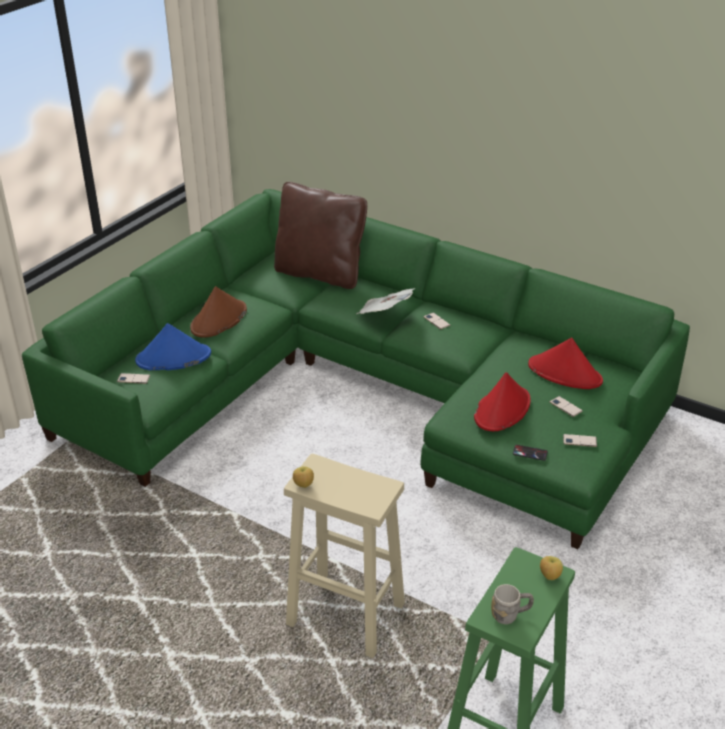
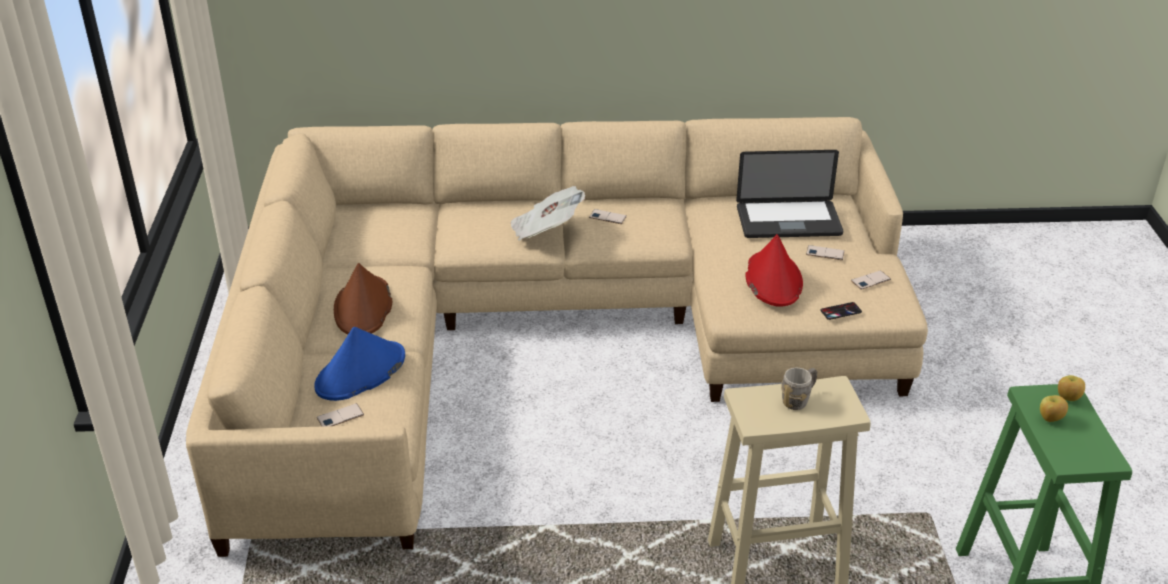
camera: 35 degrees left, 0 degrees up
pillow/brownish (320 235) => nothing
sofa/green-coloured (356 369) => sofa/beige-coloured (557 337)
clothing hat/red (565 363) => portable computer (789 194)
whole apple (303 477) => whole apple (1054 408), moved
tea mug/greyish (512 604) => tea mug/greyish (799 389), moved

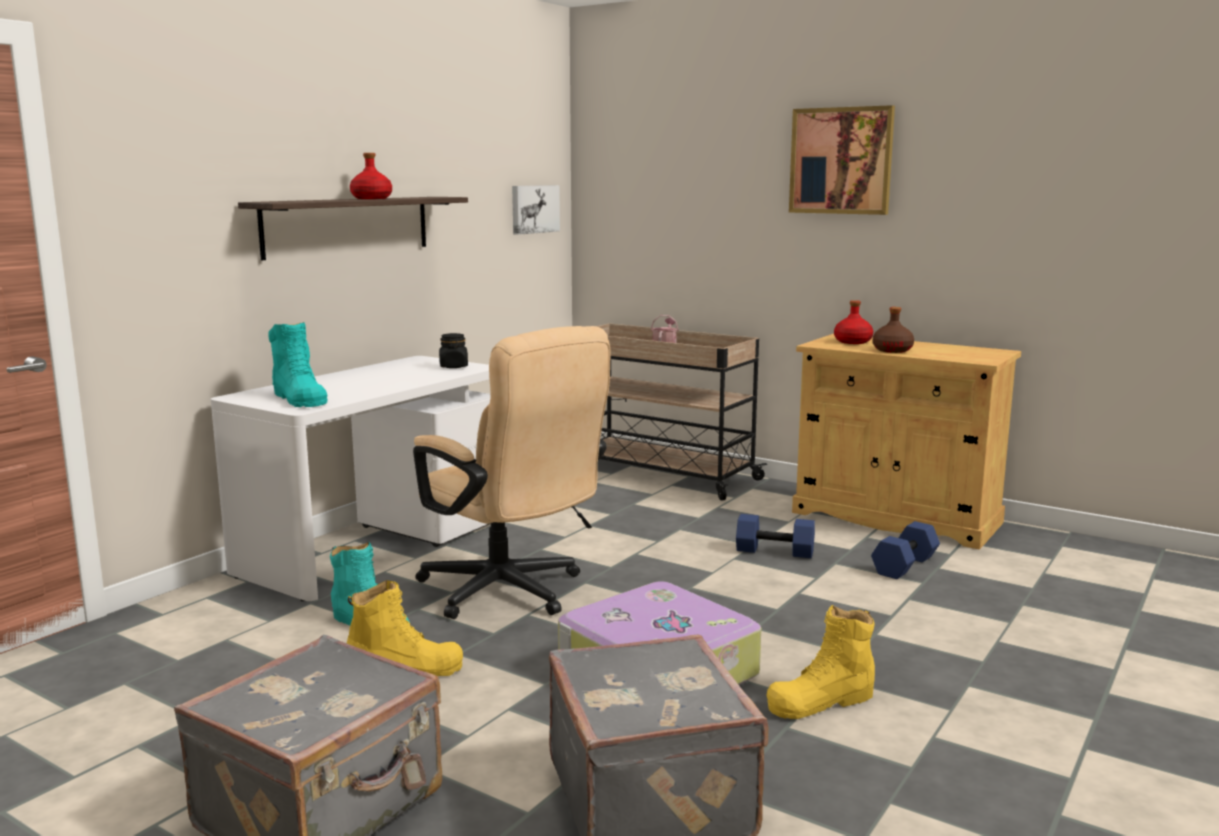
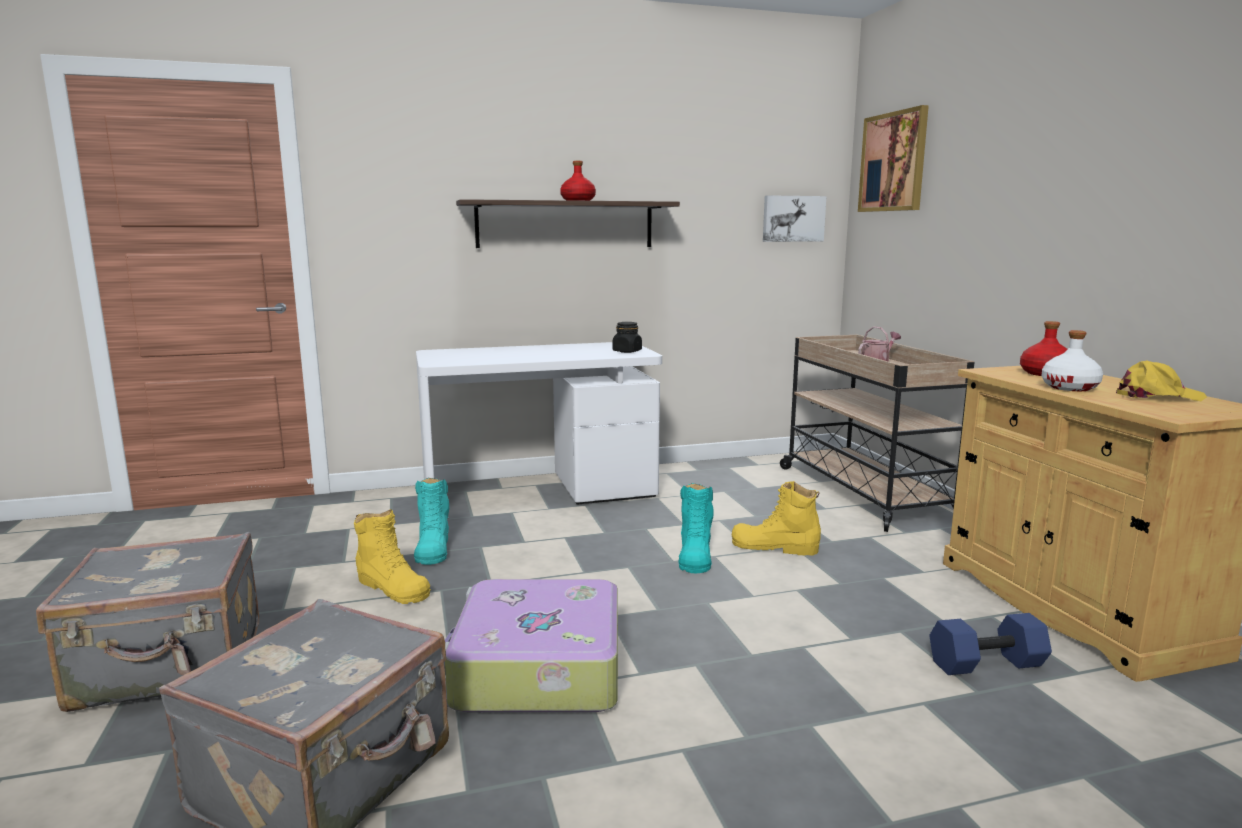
camera: 40 degrees right, 0 degrees up
picture (842 160) => picture (893 158), moved
drink bottle/brownish (893 330) => drink bottle/white-coloured (1072 360)
high-top boot/turquoise-coloured (297 364) => high-top boot/turquoise-coloured (696 528), moved
computer chair/beige-coloured (512 472) => nothing
hand weight/bluish (775 536) => nothing
high-top boot/yellowish (820 662) => high-top boot/yellowish (776 518), moved
nothing => cap/yellowish (1161 381)

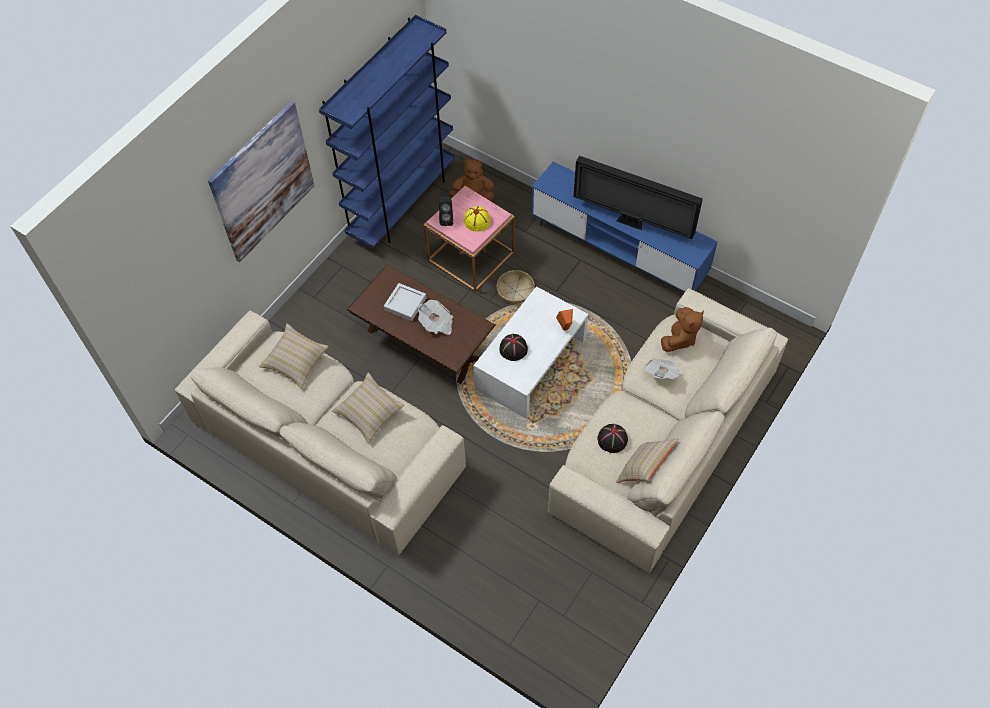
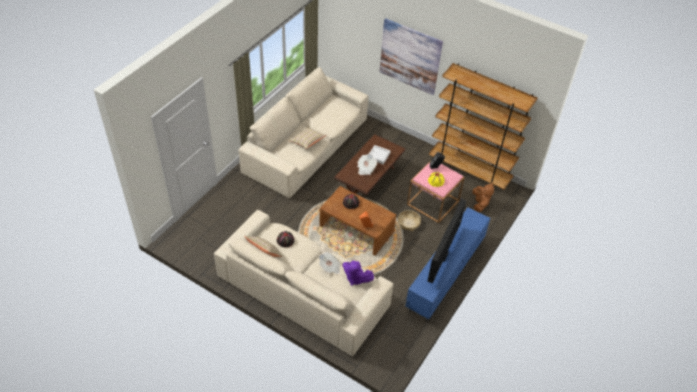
camera: 85 degrees right, 10 degrees down
shelving unit/bluish (387 131) => shelving unit/brownish (483 126)
low table/white-coloured (531 352) => low table/brownish (357 221)
cuddly toy/brownish (682 329) => cuddly toy/purplish (358 273)
pillow/beige-coloured (294 356) => nothing

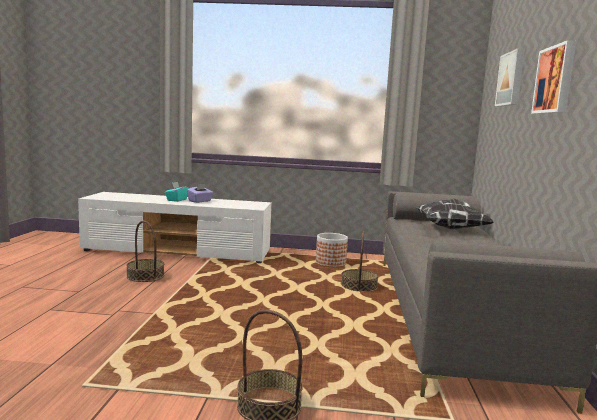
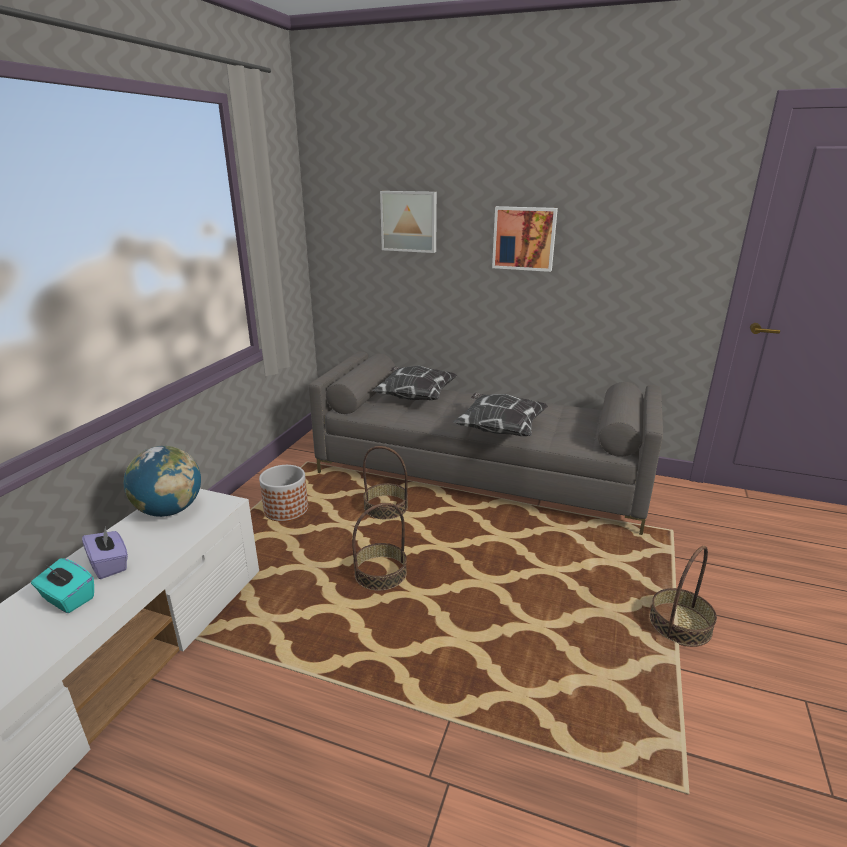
camera: 75 degrees left, 15 degrees up
basket (145 251) => basket (379 546), moved
nothing => pillow (500 414)
nothing => desk globe (162 481)

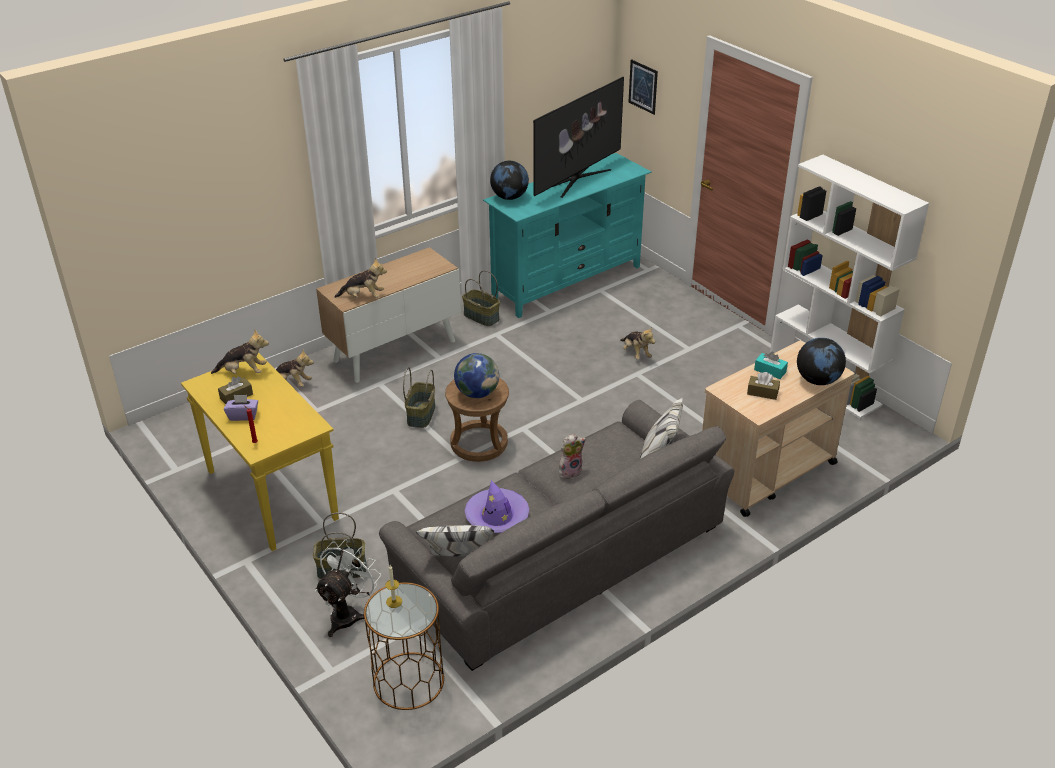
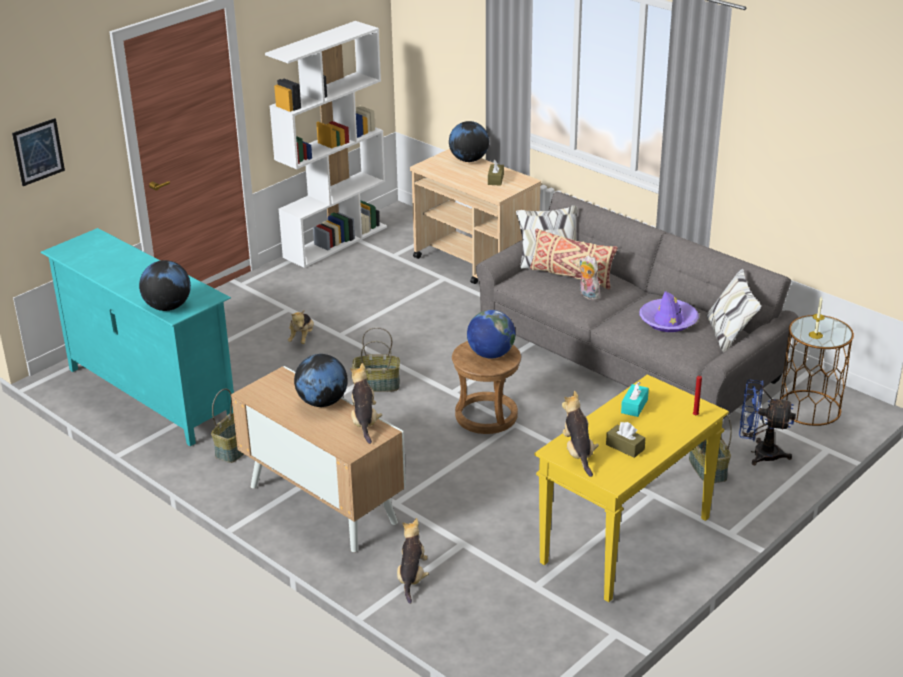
camera: 100 degrees left, 5 degrees down
TV set (578 137) => nothing
cuddly toy (637 343) => cuddly toy (301 327), 135 degrees clockwise
box of tissues/turquoise-coloured (771 365) => box of tissues/turquoise-coloured (635 399), moved
basket (419 397) => basket (376 359), moved
box of tissues/purplish (241 408) => nothing
fan/white-coloured (348 588) => fan/bluish (767 422)
nothing => pillow/beige-coloured (574 259)
nothing => desk globe (321 380)

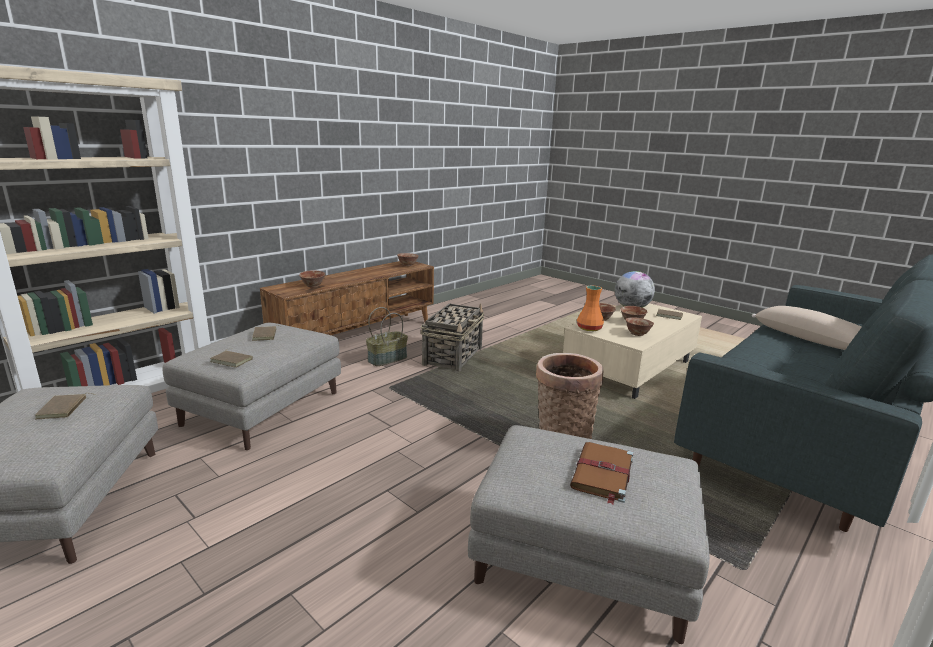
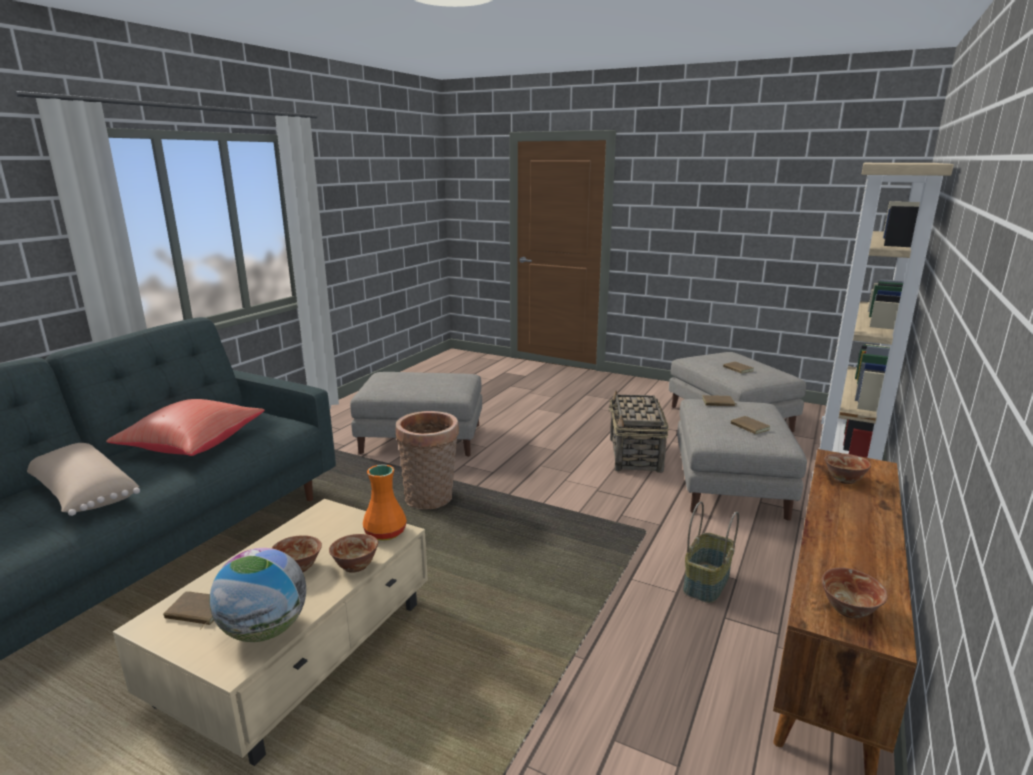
camera: 165 degrees right, 0 degrees up
basket (452 337) => basket (638 431), moved
deep dish (639 326) => nothing
bound book/brownish (602 473) => nothing
nothing => pillow/red (185 427)

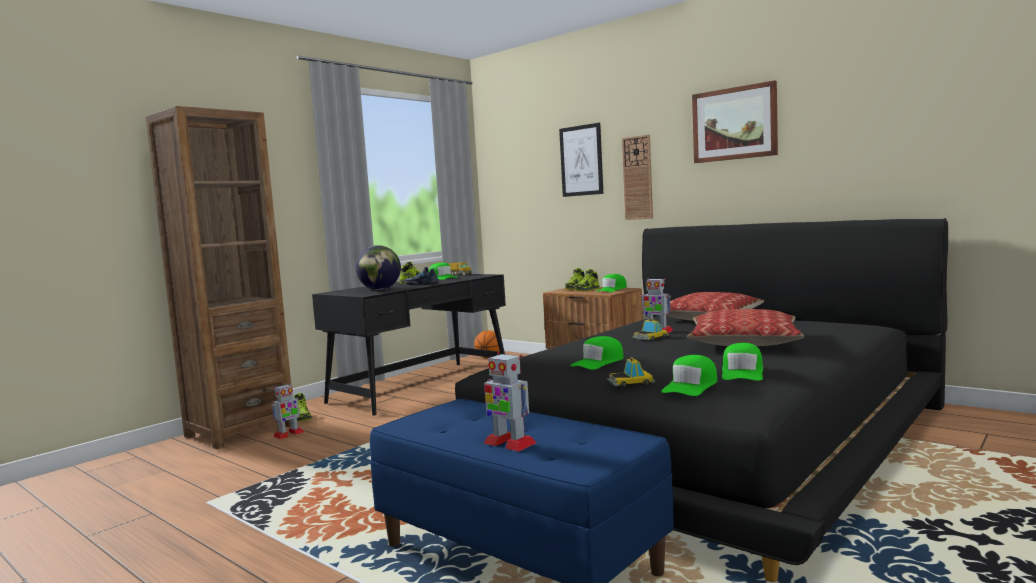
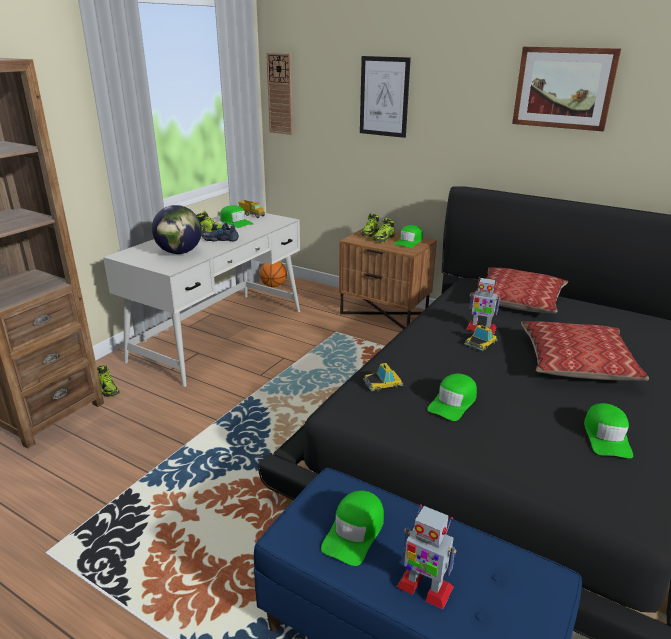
camera: 10 degrees left, 20 degrees up
wall clock (637 177) => wall clock (279 94), moved
desk unit/black-coloured (409 345) => desk unit/white-coloured (201 300)
cap/green-coloured (689 375) => cap/green-coloured (352 528), moved
miniature car (631 372) => miniature car (383 377), moved
robot figure (287 411) => nothing

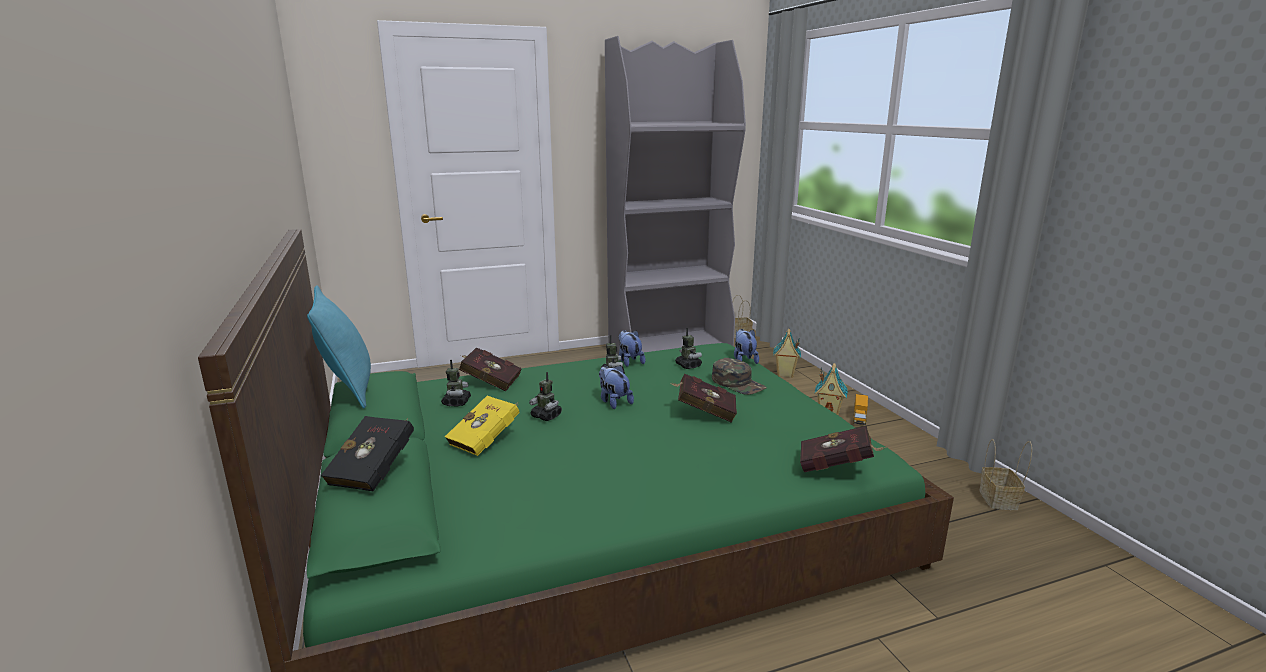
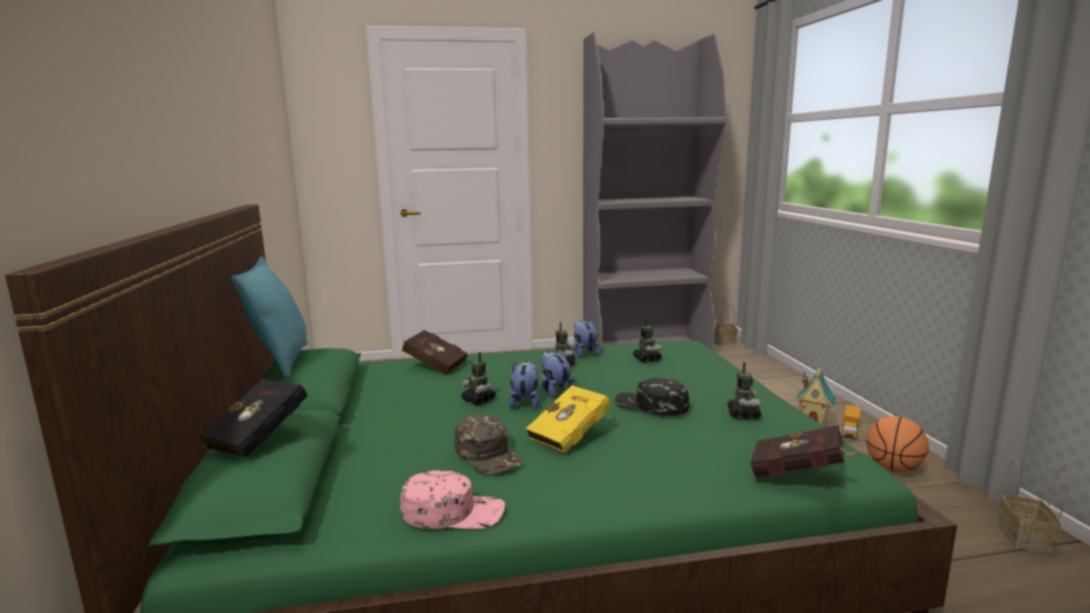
camera: 10 degrees right, 5 degrees down
cuddly toy (746 346) => cuddly toy (523 384), moved
model house (787 353) => nothing
cap/green-coloured (739 376) => cap/green-coloured (488 444), moved
robot figure (456 383) => robot figure (744 391), moved
bound book/red (703 398) => cap/black-coloured (652 397)
bound book/yellowish (482 426) => bound book/yellowish (568 419), moved
nothing => ball for basketball (897 444)
nothing => cap/pink-coloured (452 499)

